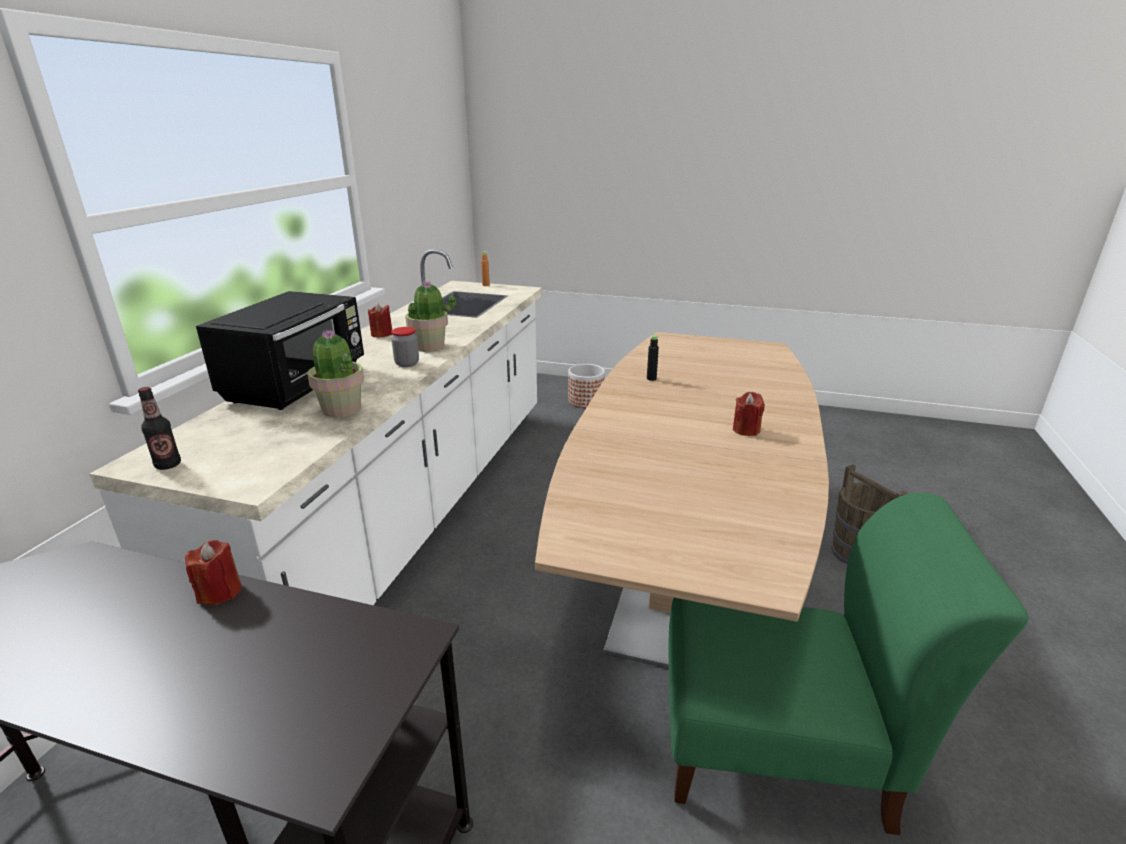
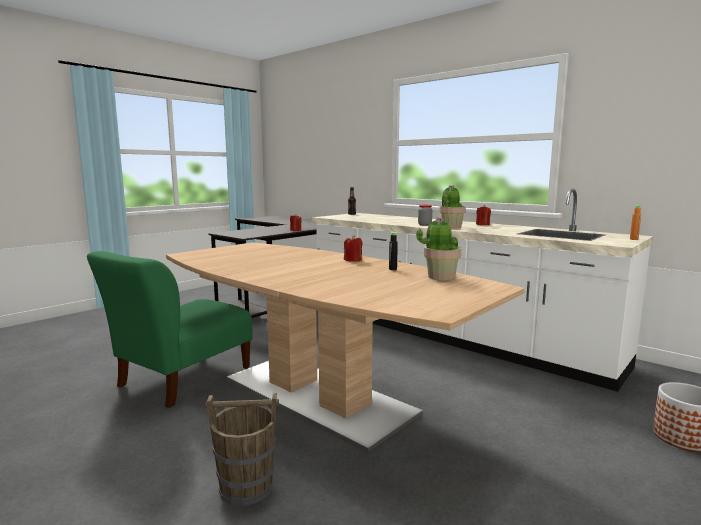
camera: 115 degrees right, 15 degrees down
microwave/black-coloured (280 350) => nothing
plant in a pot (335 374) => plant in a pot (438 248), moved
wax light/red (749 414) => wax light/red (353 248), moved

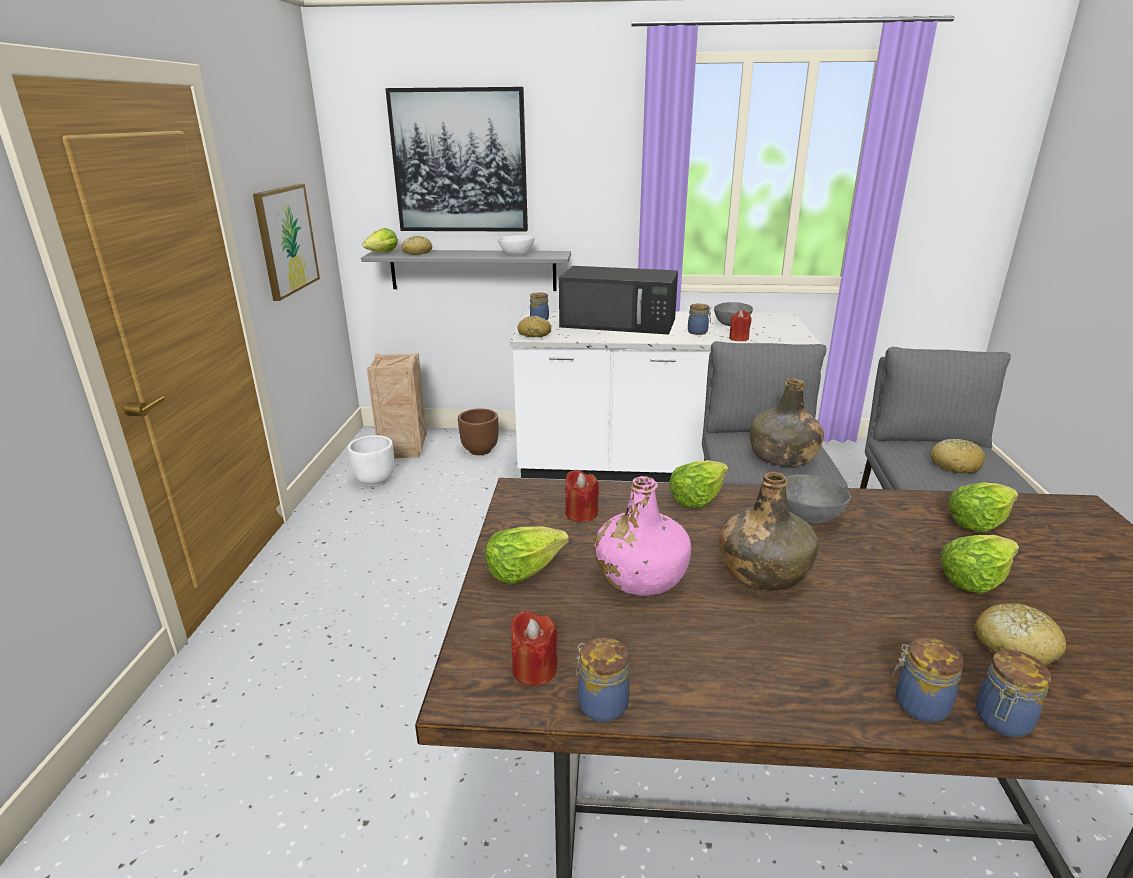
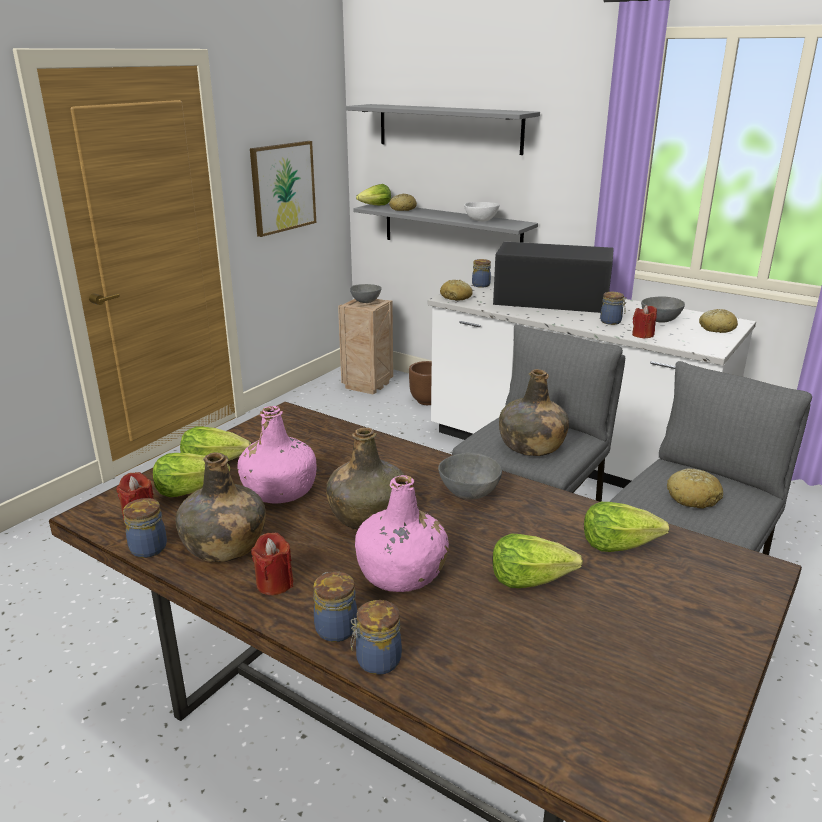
camera: 30 degrees right, 0 degrees up
picture (456 159) => bracket shelf/greyish (443 129)
microwave/black-coloured (618 300) => microwave/black-coloured (553 277), 150 degrees clockwise
plant pot/white-coloured (371 461) => nothing
head of lettuce (698 484) => head of lettuce (191 475), moved
wax light/red (582 496) => wax light/red (272 564), moved
bread (1020 634) => bread (718 321), moved
nothing => deep dish/greyish (366 293)
nothing => drink bottle/green-coloured (220 507)
nothing => drink bottle/pink-coloured (402 533)

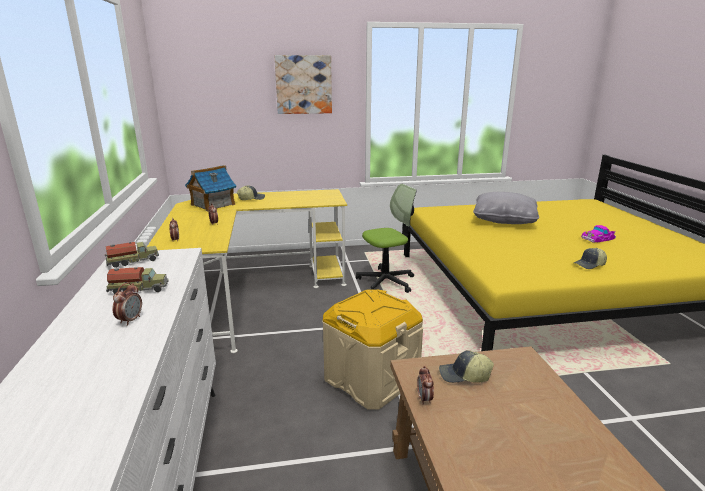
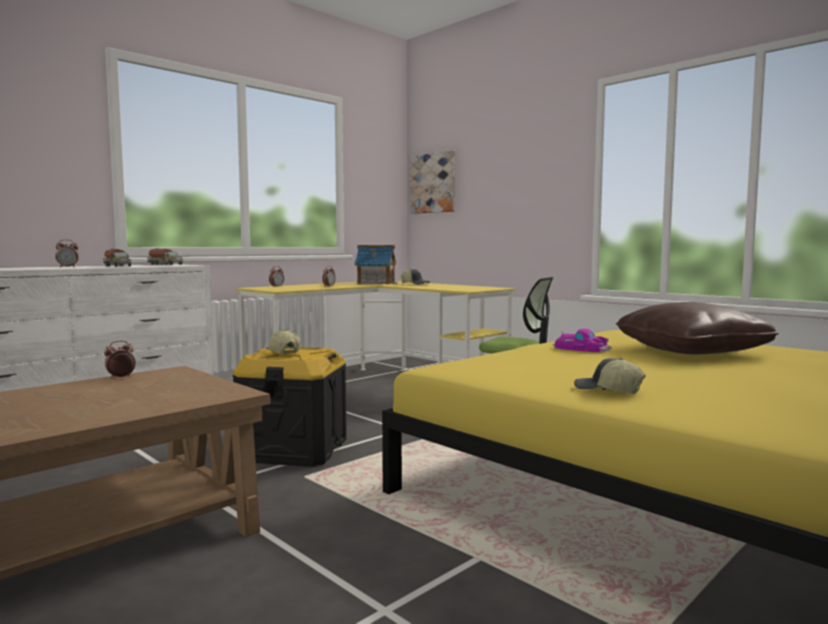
camera: 55 degrees right, 15 degrees down
picture (303 84) => picture (432 182), moved
pillow/greyish (506 208) => pillow/brownish (697 328)
miniature car (598 234) => miniature car (582 340), moved
storage box/beige-coloured (372 349) => storage box/black-coloured (290 407)
cap (466 366) => cap (283 342), moved

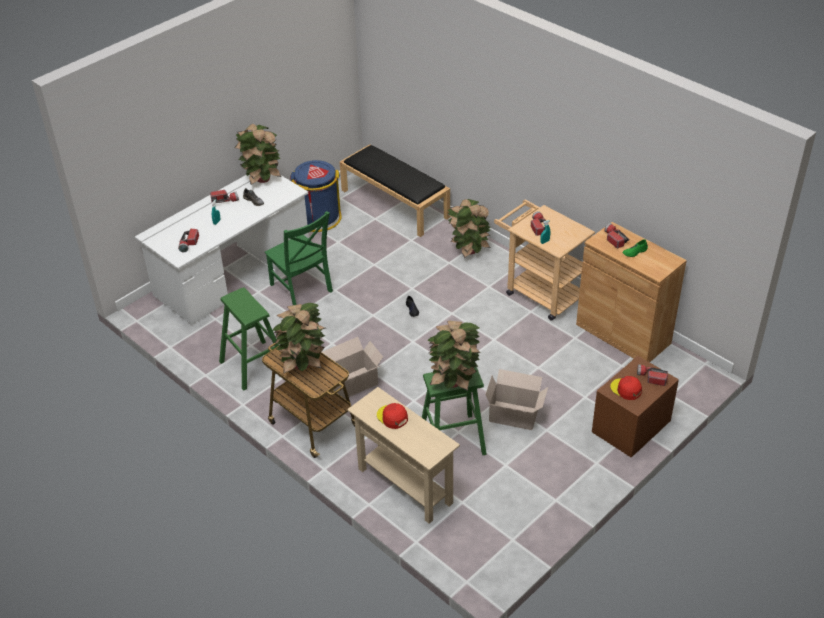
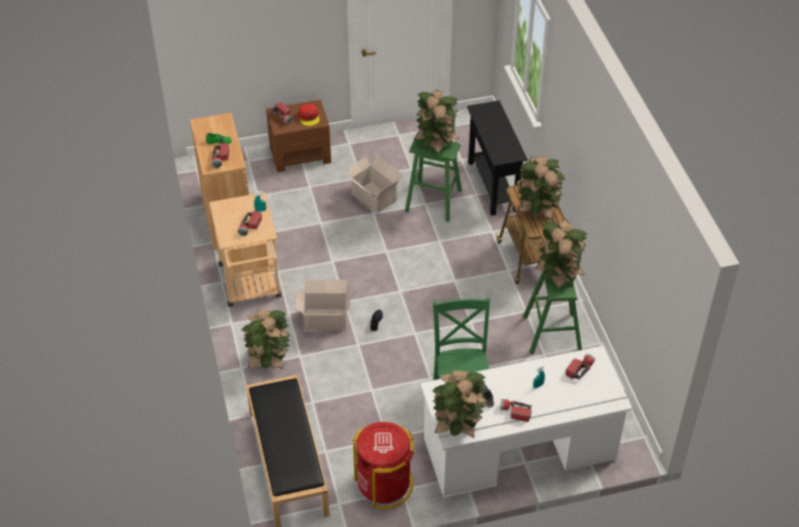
camera: 150 degrees left, 5 degrees up
trash can/bluish (316 196) => trash can/red (383 465)
packing box (352 368) => packing box (323 305), moved
hall table/beige-coloured (403 455) => hall table/black-coloured (497 158)
cap/red (392 416) => nothing
nothing => plant in a pot (560 254)

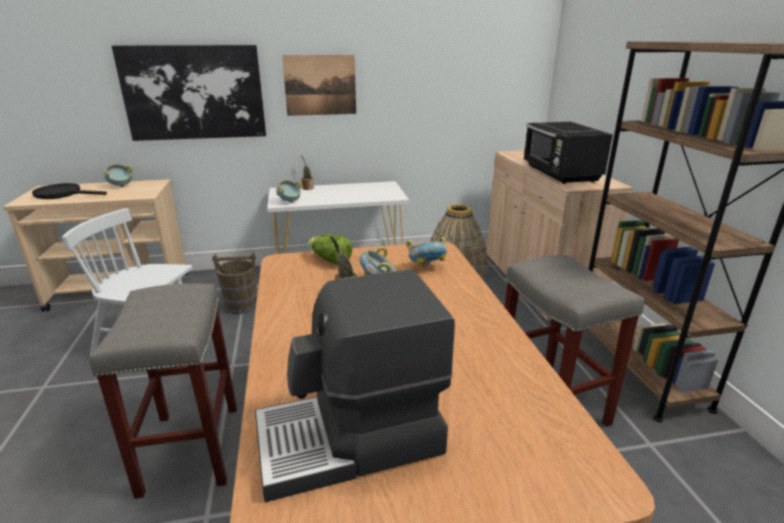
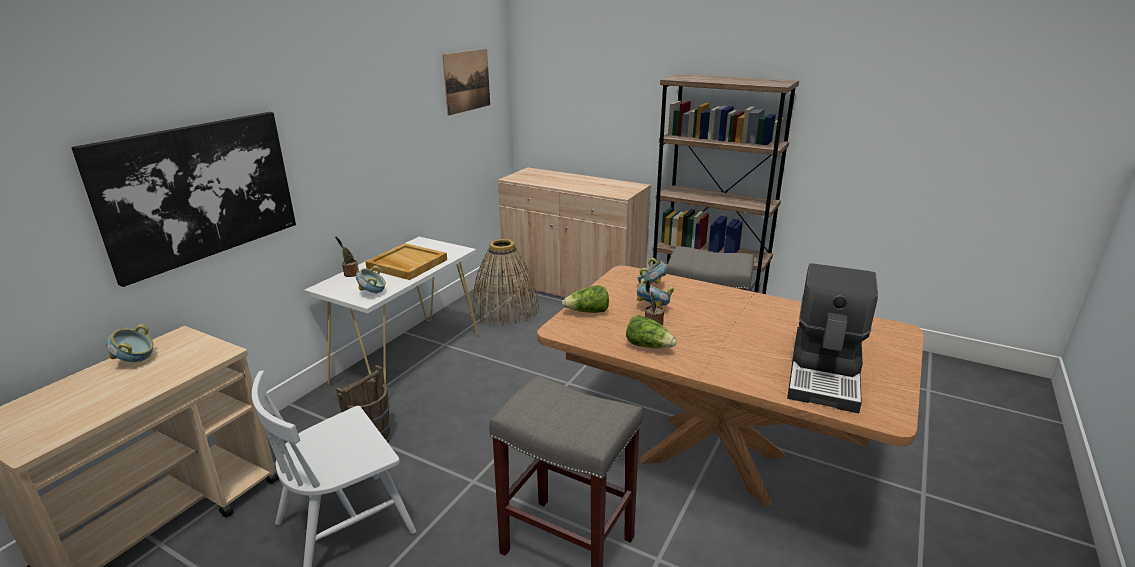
camera: 50 degrees left, 0 degrees up
picture (319 85) => picture (466 82), moved
microwave/black-coloured (568 153) => nothing
frying pan/black-coloured (69 191) => nothing
nothing => tray/beige-coloured (406 261)
nothing => head of lettuce (651 331)

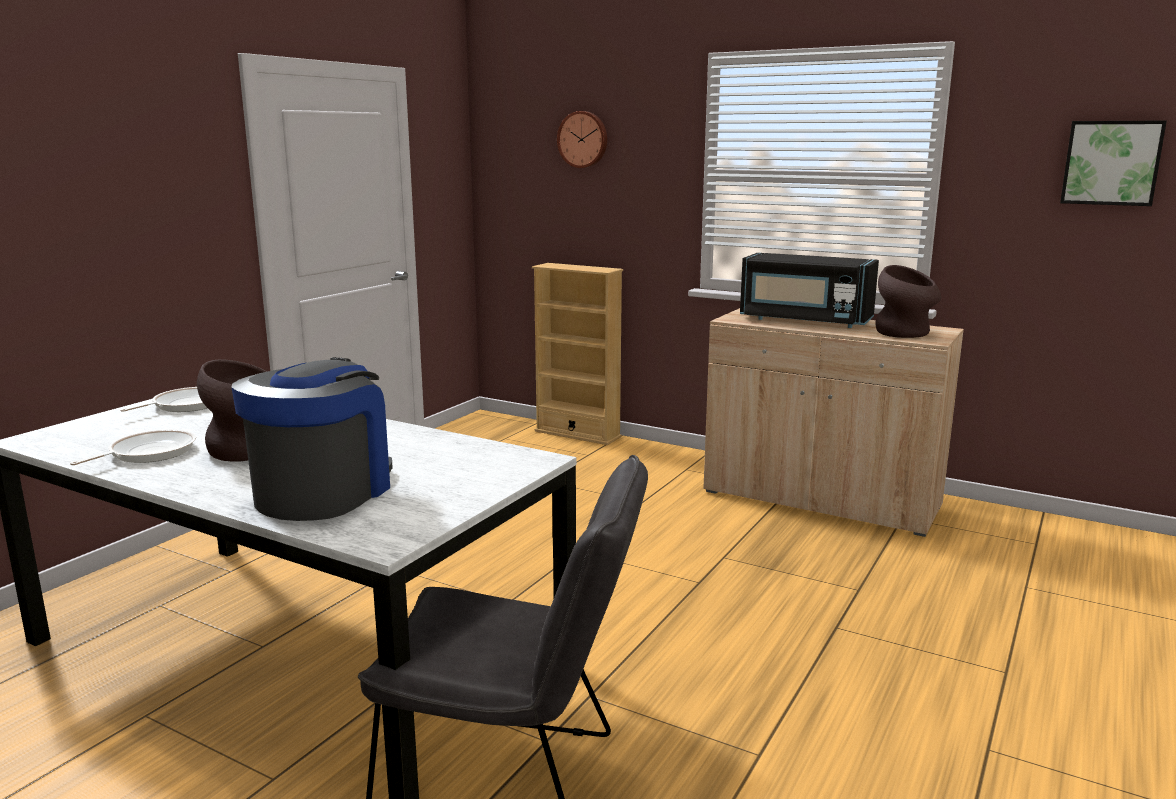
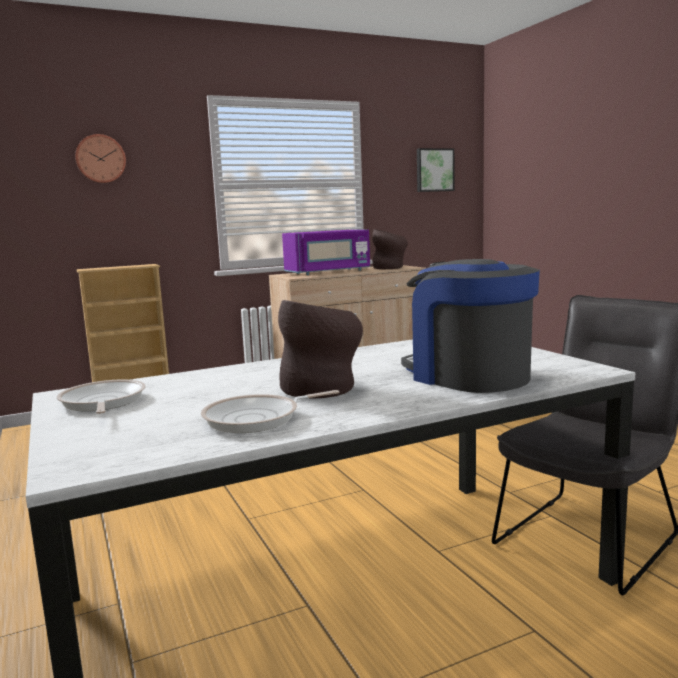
camera: 55 degrees left, 5 degrees down
microwave/black-coloured (809 290) => microwave/purplish (326 252)
frying pan (133 447) => frying pan (270 411), 90 degrees counterclockwise

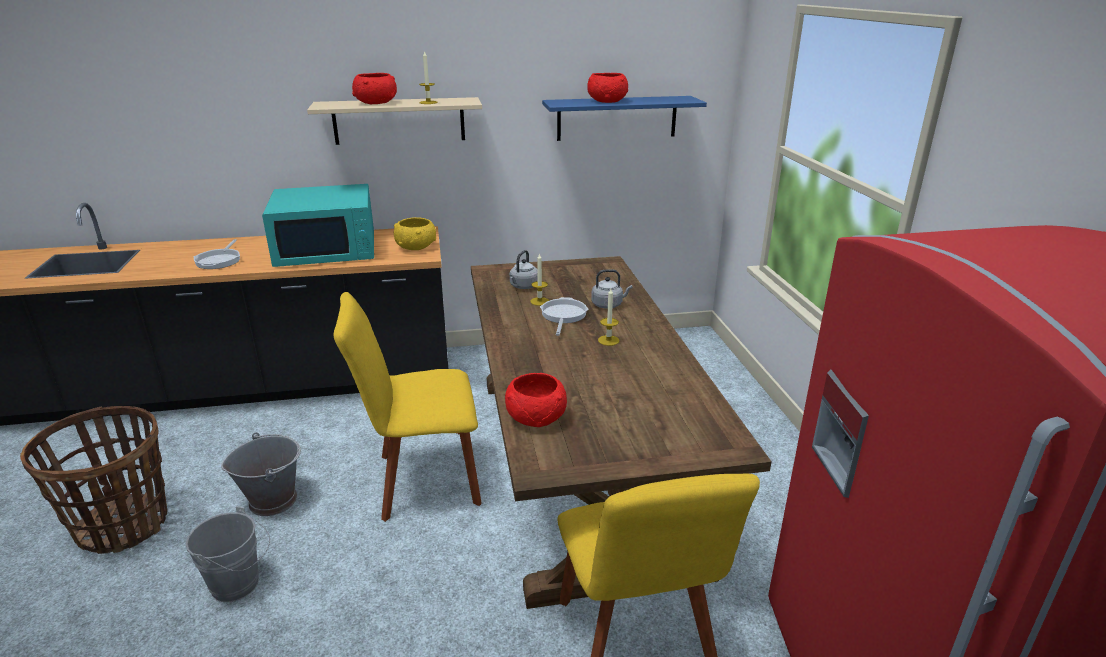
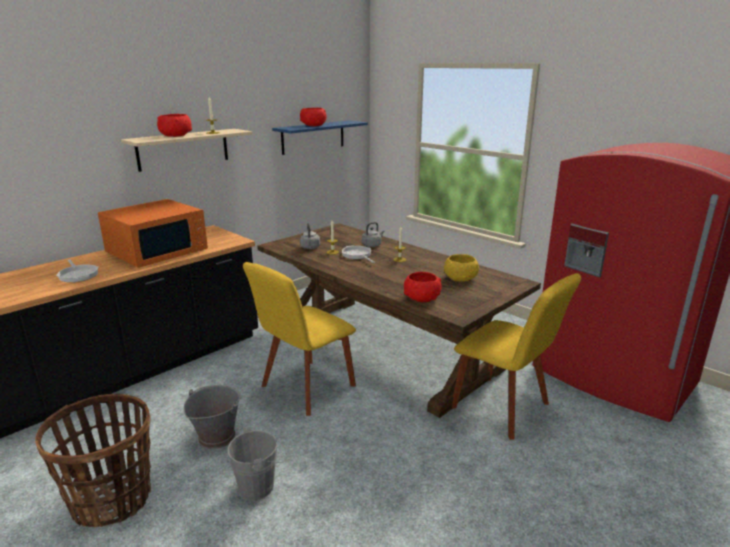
camera: 35 degrees left, 5 degrees down
microwave/turquoise-coloured (318 225) => microwave/orangey (153 233)
deep dish/yellowish (415 233) => deep dish/yellowish (461 268), moved

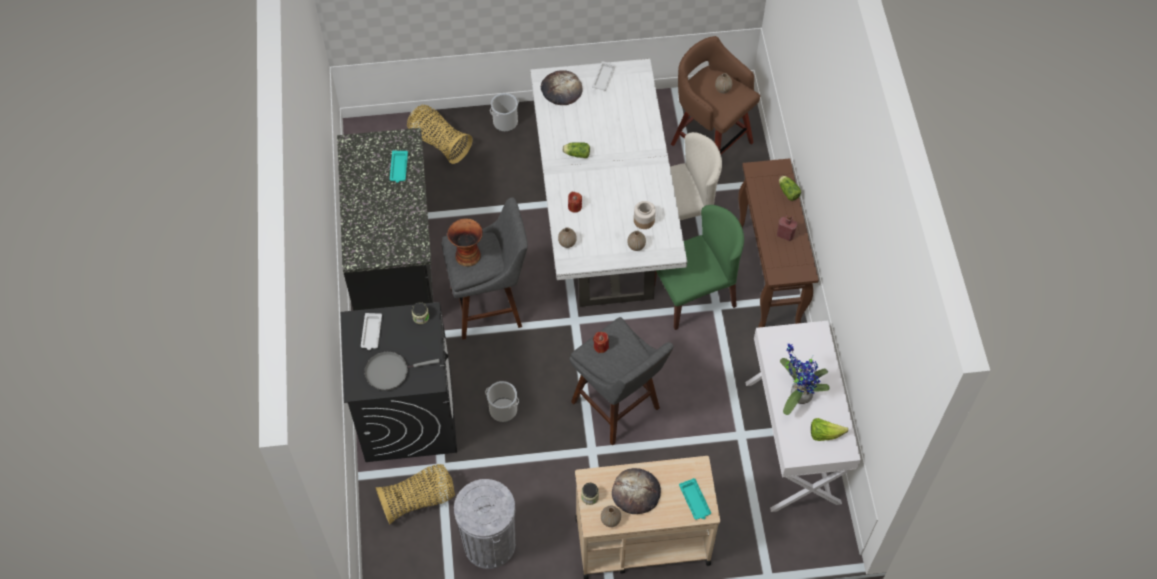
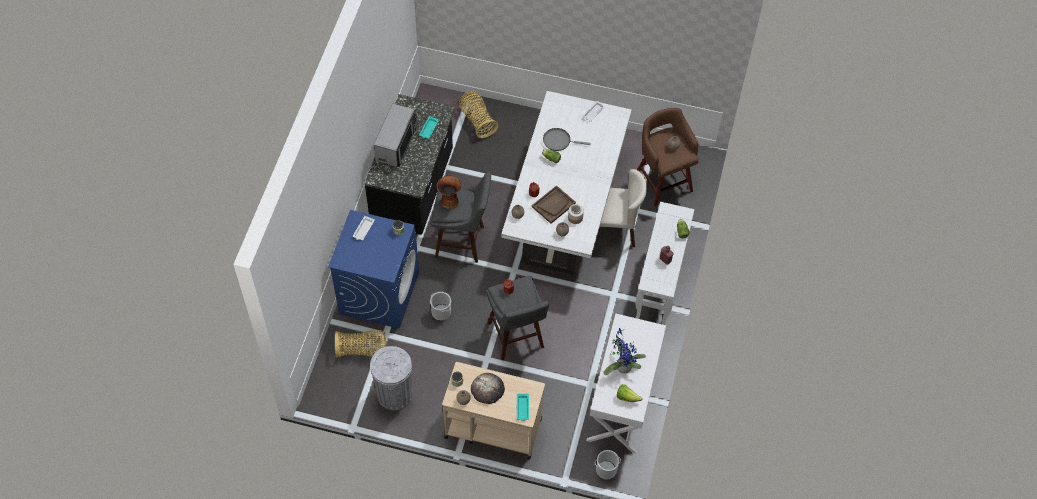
camera: 20 degrees right, 0 degrees up
bread (562 87) => nothing
water bucket (504 112) => water bucket (608 465), moved
hall table/brownish (778 243) => hall table/white-coloured (664 263)
plain chair/green-coloured (699 267) => nothing
laundry appliance/black-coloured (398 382) => laundry appliance/bluish (373 269)
frying pan/greyish (402 371) => frying pan/greyish (567 139), moved
nothing => microwave (395 135)
nothing => tray/brownish (554 204)

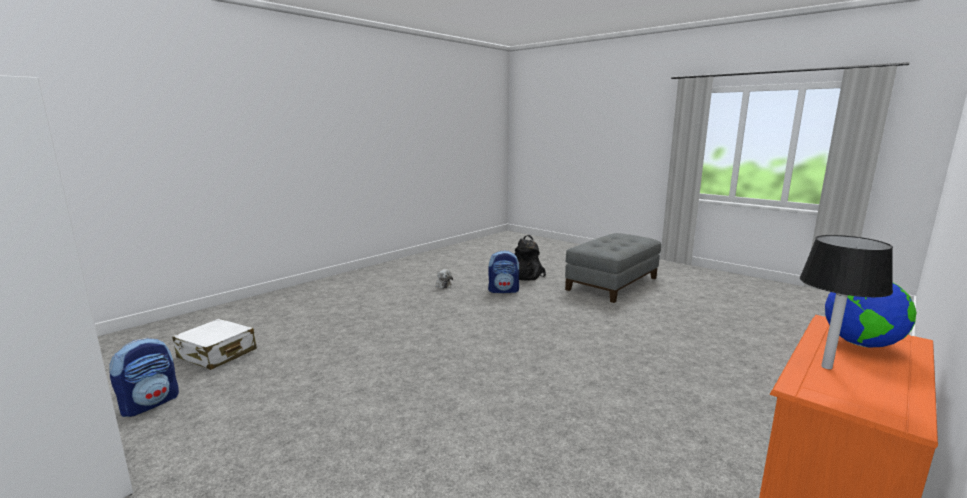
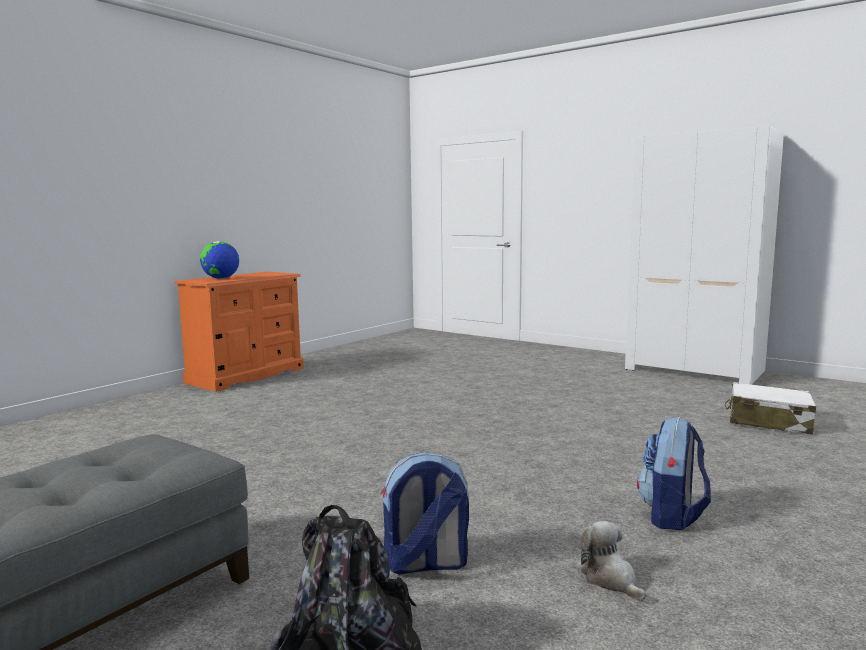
camera: 175 degrees right, 5 degrees down
table lamp/black-coloured (846 302) => nothing
backpack (144 377) => backpack (674 473), moved

